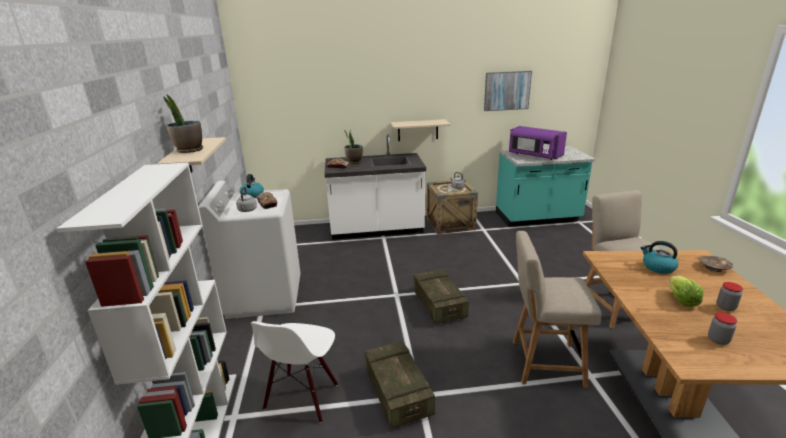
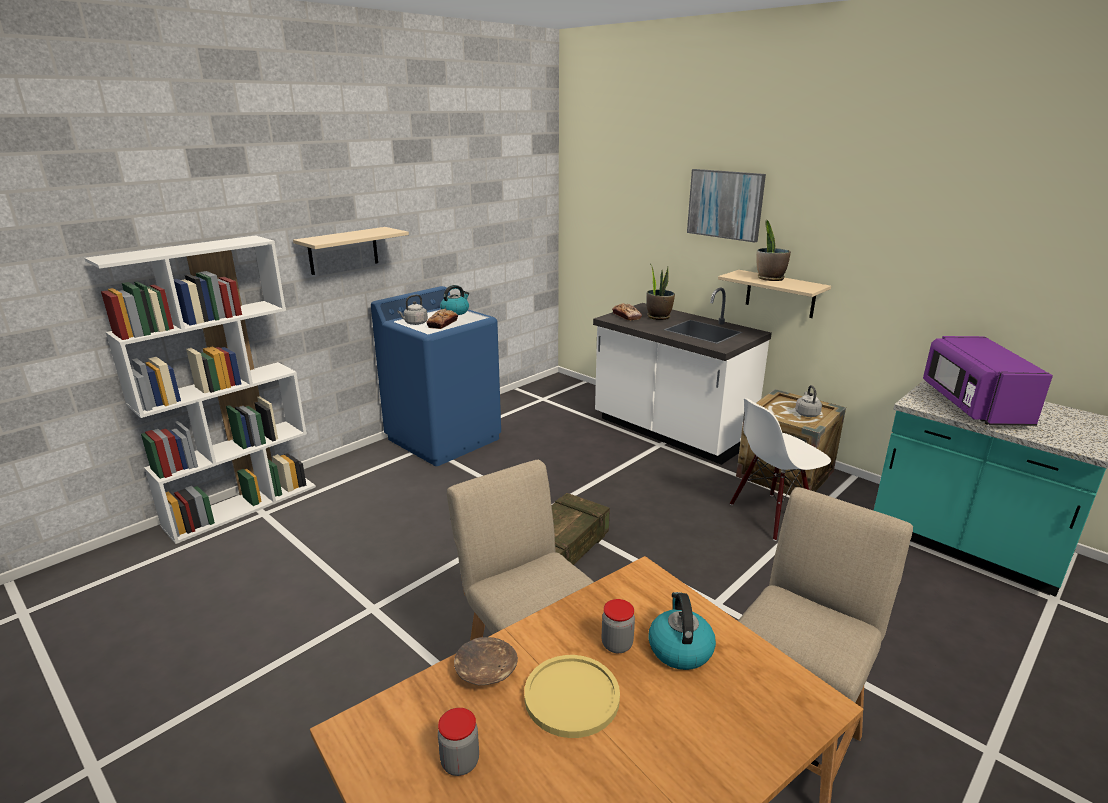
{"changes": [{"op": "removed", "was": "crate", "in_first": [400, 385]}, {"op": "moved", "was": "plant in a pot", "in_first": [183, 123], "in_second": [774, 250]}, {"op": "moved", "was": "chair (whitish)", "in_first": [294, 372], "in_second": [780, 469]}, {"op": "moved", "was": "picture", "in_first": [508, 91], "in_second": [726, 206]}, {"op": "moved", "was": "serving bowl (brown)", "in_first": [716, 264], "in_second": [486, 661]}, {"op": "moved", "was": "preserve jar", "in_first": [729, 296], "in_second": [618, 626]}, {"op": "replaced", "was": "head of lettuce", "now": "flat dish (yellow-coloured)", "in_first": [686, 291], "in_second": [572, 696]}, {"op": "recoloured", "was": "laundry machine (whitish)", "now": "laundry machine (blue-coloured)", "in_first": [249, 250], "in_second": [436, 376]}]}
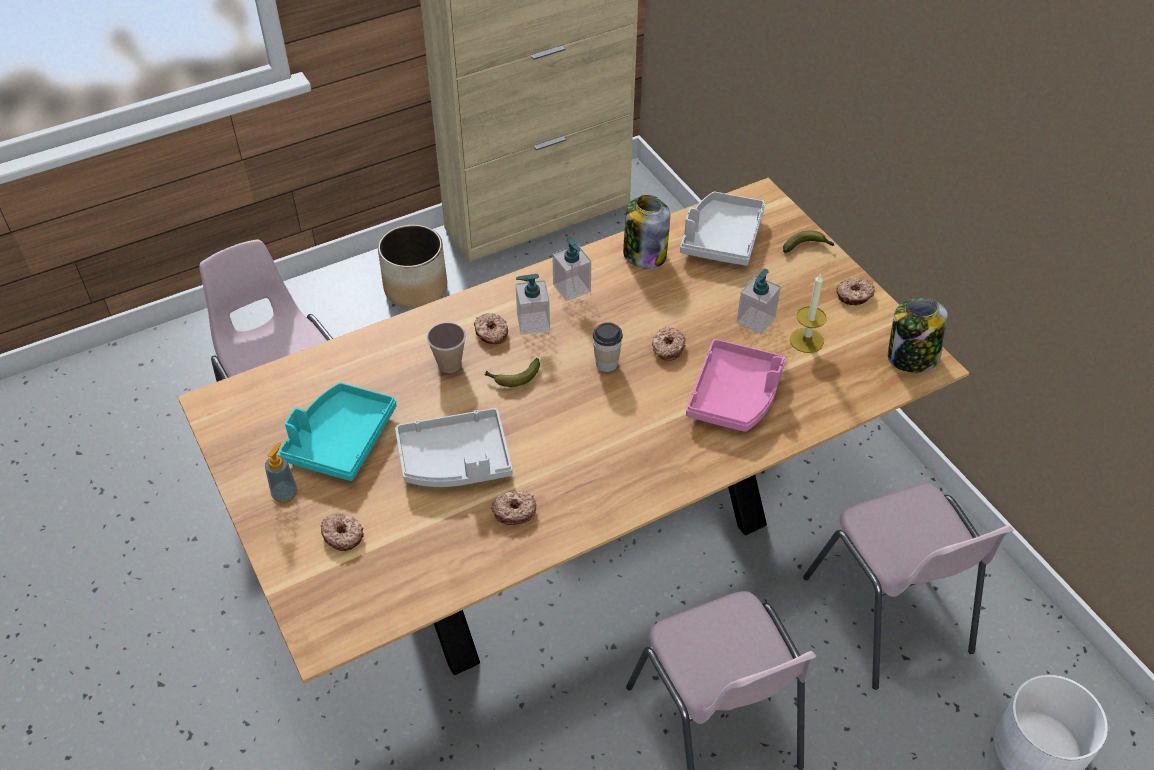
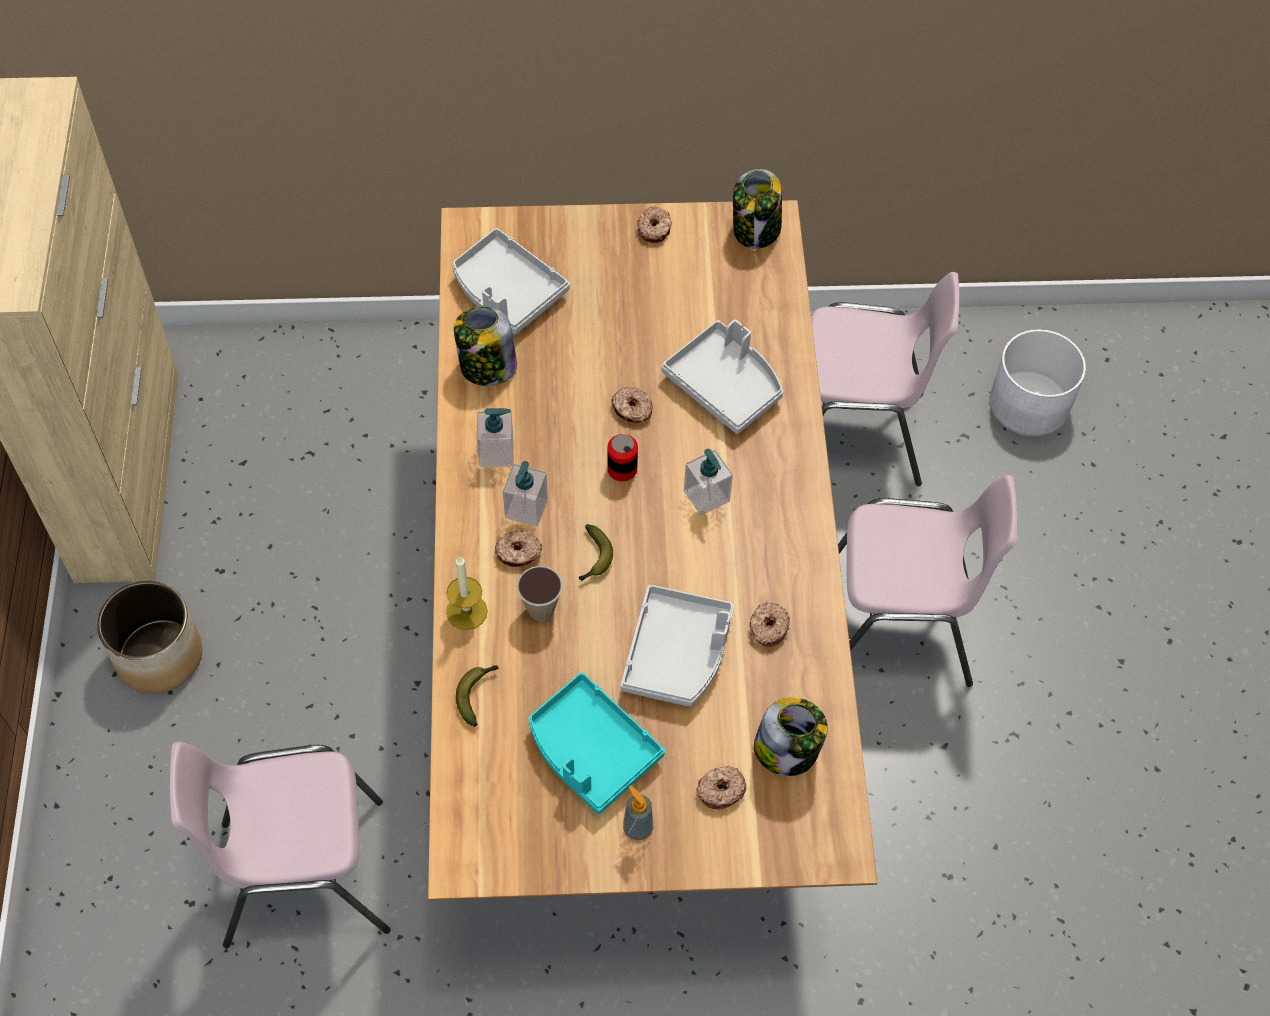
{"changes": [{"op": "added", "now": "preserve jar", "in_second": [791, 736]}, {"op": "moved", "was": "soap bottle", "in_first": [759, 301], "in_second": [708, 482]}, {"op": "moved", "was": "banana fruit", "in_first": [808, 241], "in_second": [477, 696]}, {"op": "moved", "was": "wax light", "in_first": [808, 313], "in_second": [467, 593]}, {"op": "replaced", "was": "drinking cup", "now": "sealed can", "in_first": [608, 347], "in_second": [623, 457]}, {"op": "recoloured", "was": "carrying tray (pink-coloured)", "now": "carrying tray (greyish)", "in_first": [736, 385], "in_second": [722, 377]}]}
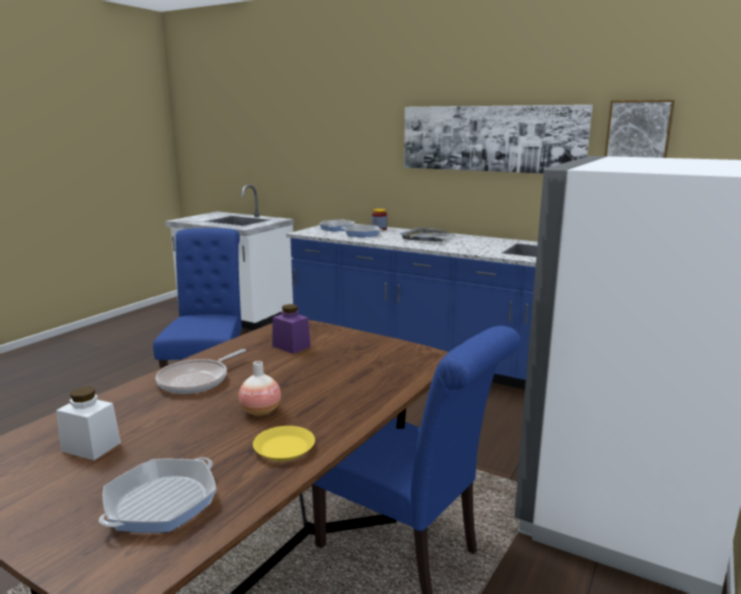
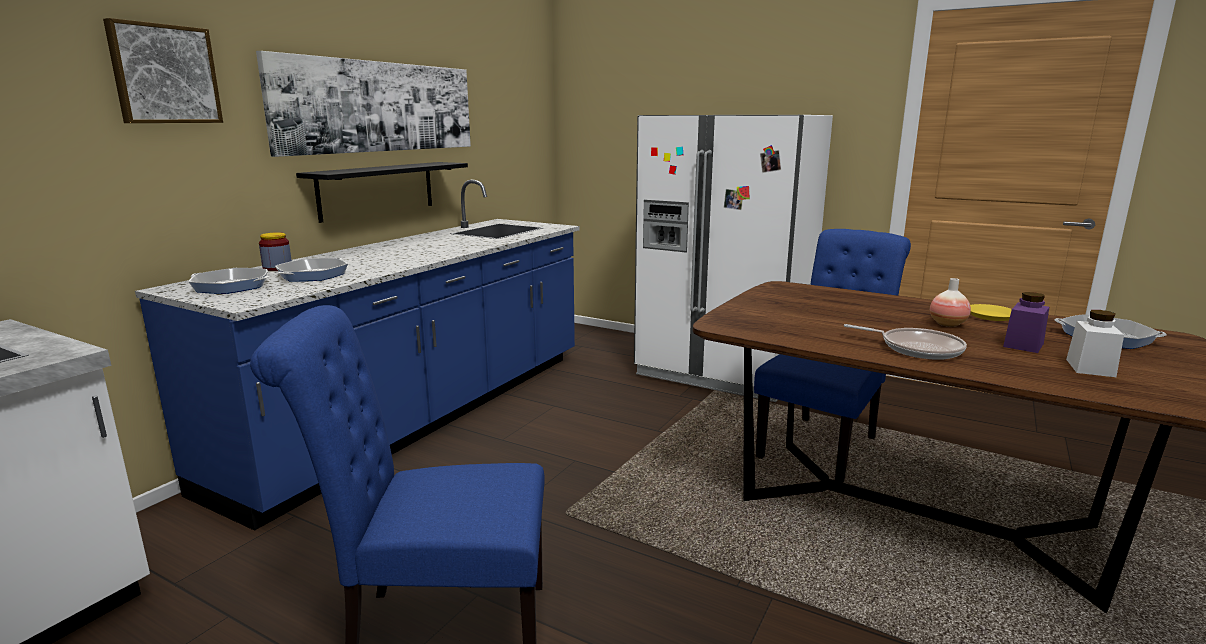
{"changes": [{"op": "removed", "was": "carrying tray (greyish)", "in_first": [428, 234]}, {"op": "added", "now": "wall shelf (black)", "in_second": [382, 192]}, {"op": "moved", "was": "preserve jar (purplish)", "in_first": [292, 329], "in_second": [1026, 322]}, {"op": "moved", "was": "picture", "in_first": [639, 129], "in_second": [163, 70]}]}
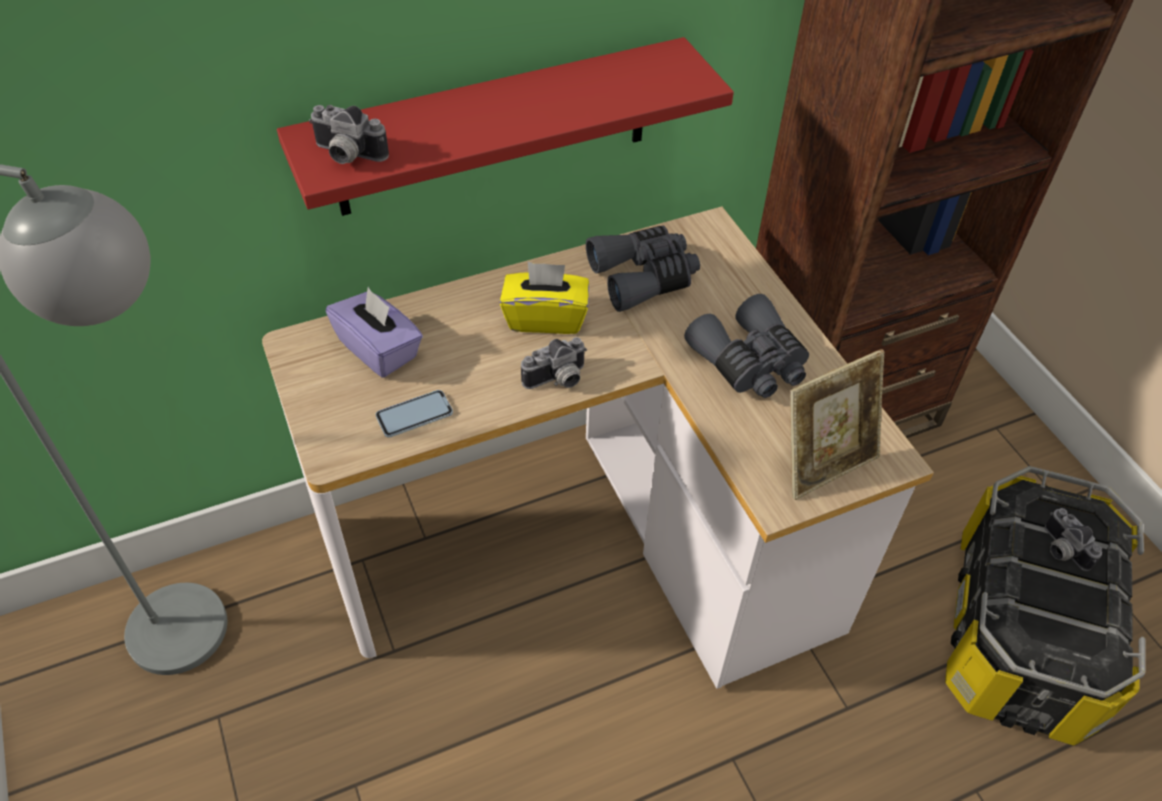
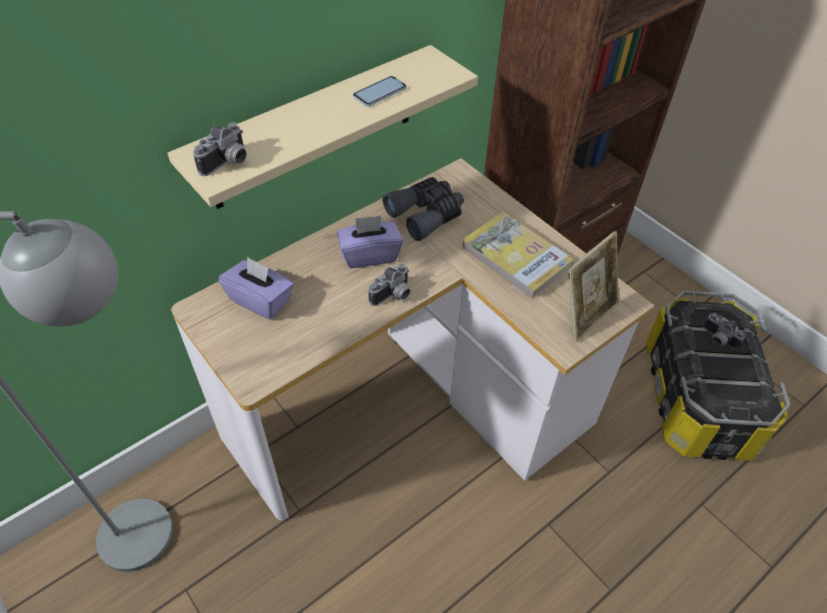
{"changes": [{"op": "moved", "was": "telephone", "in_first": [414, 414], "in_second": [380, 91]}, {"op": "replaced", "was": "field glasses (greyish)", "now": "book", "in_first": [746, 346], "in_second": [517, 256]}, {"op": "recoloured", "was": "wall shelf (red)", "now": "wall shelf (beige-coloured)", "in_first": [505, 126], "in_second": [323, 127]}, {"op": "recoloured", "was": "tissue holder (yellow-coloured)", "now": "tissue holder (purplish)", "in_first": [544, 298], "in_second": [370, 241]}, {"op": "turned", "was": "still camera", "in_first": [349, 134], "in_second": [220, 149], "clockwise": -60}]}
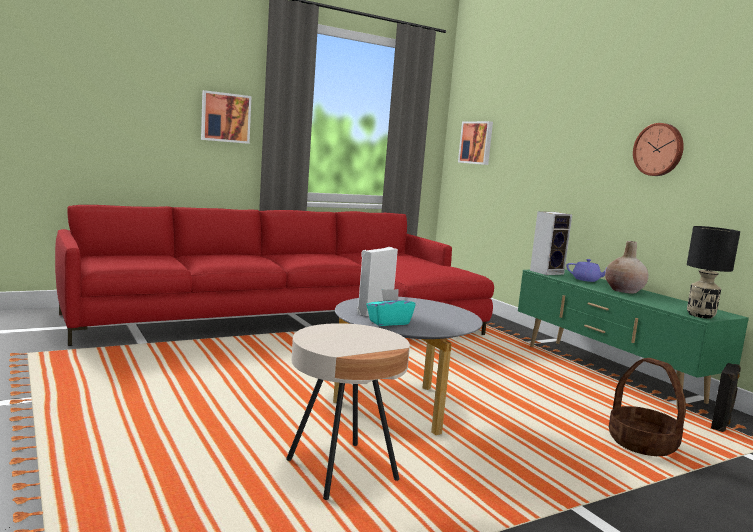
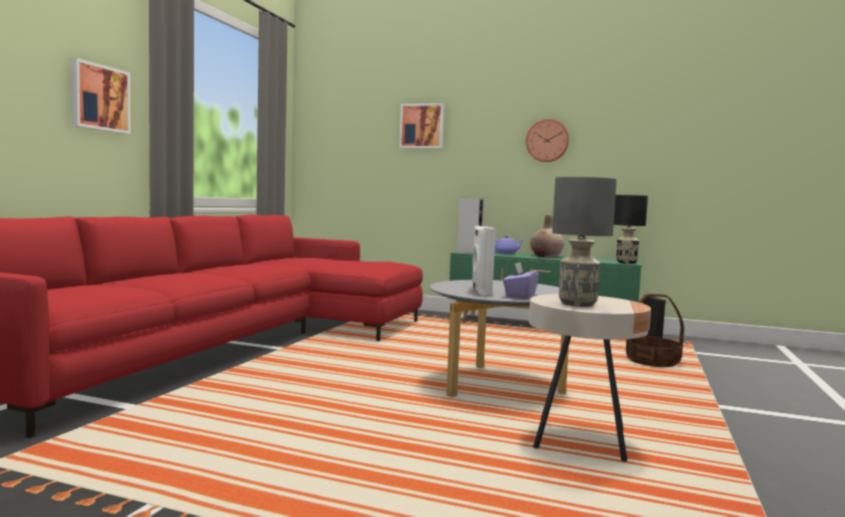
{"changes": [{"op": "added", "now": "lamp for a table (greyish)", "in_second": [584, 242]}, {"op": "moved", "was": "picture", "in_first": [475, 143], "in_second": [421, 126]}, {"op": "recoloured", "was": "tissue holder (blue-green)", "now": "tissue holder (purplish)", "in_first": [390, 307], "in_second": [521, 280]}]}
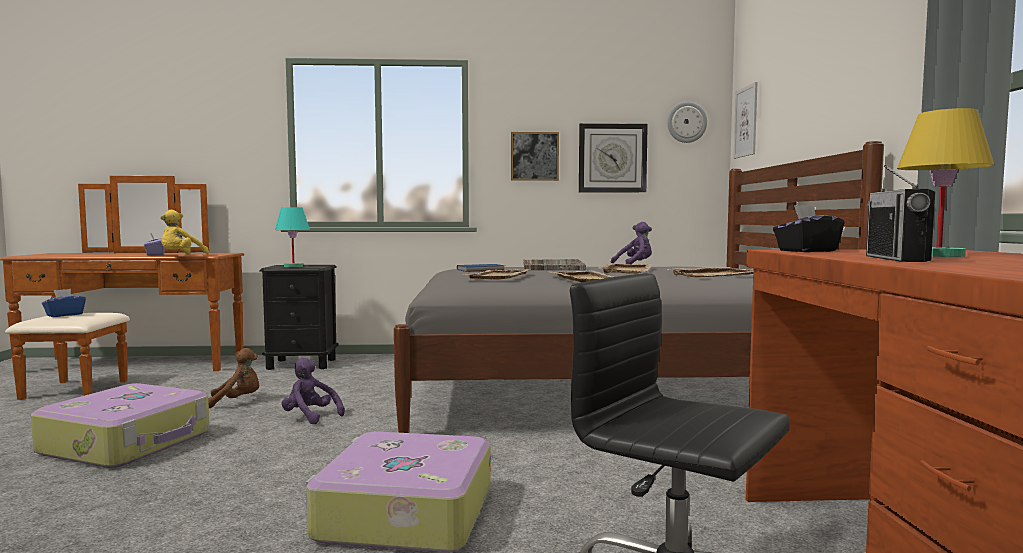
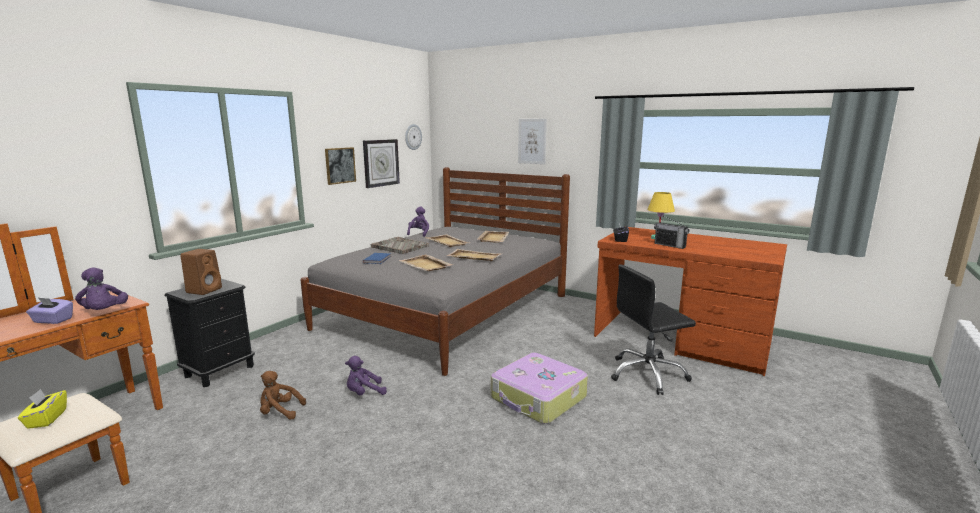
{"changes": [{"op": "removed", "was": "travel case", "in_first": [120, 425]}, {"op": "moved", "was": "picture", "in_first": [745, 120], "in_second": [532, 141]}, {"op": "replaced", "was": "lamp for a table (blue-green)", "now": "speaker (brown)", "in_first": [292, 237], "in_second": [201, 272]}, {"op": "recoloured", "was": "tissue holder (blue-coloured)", "now": "tissue holder (yellow-coloured)", "in_first": [64, 303], "in_second": [42, 409]}, {"op": "recoloured", "was": "soft toy (yellow-coloured)", "now": "soft toy (purplish)", "in_first": [184, 232], "in_second": [101, 289]}, {"op": "turned", "was": "soft toy (brown)", "in_first": [233, 378], "in_second": [283, 395], "clockwise": -105}]}
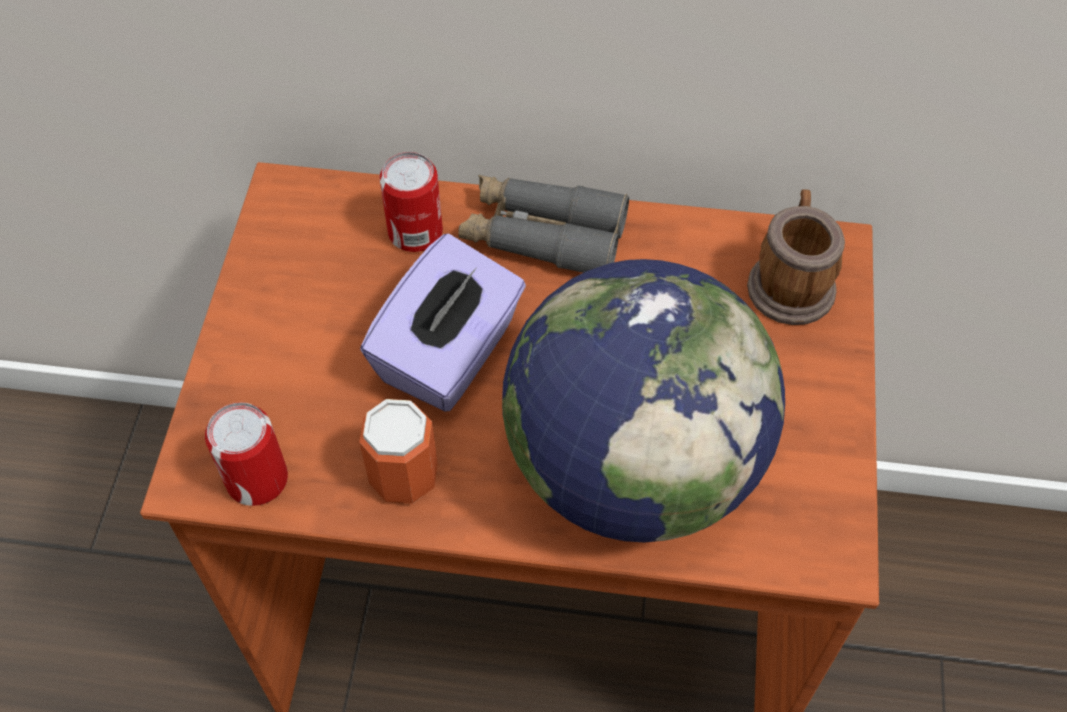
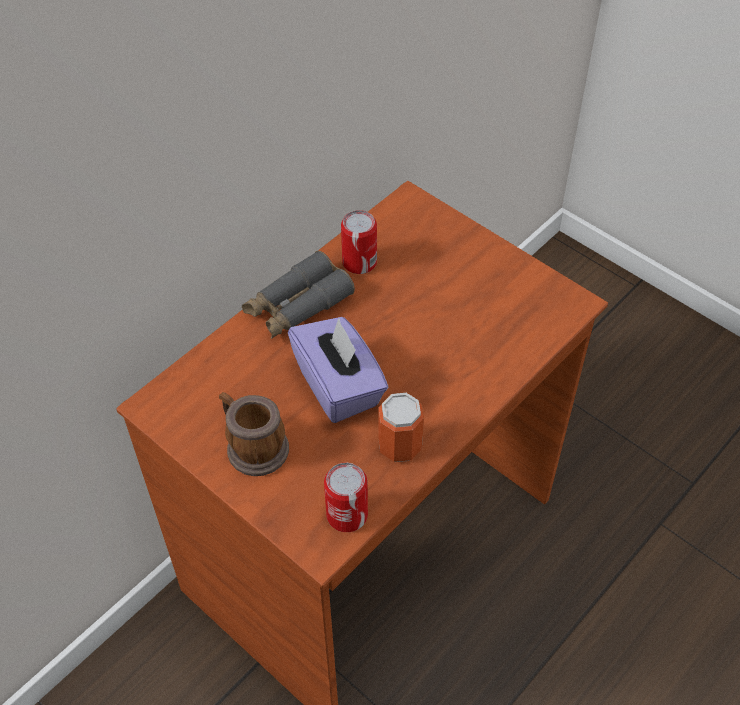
{"changes": [{"op": "removed", "was": "world globe", "in_first": [643, 400]}, {"op": "moved", "was": "sealed can", "in_first": [411, 202], "in_second": [359, 242]}, {"op": "moved", "was": "coffee mug", "in_first": [796, 257], "in_second": [254, 434]}]}
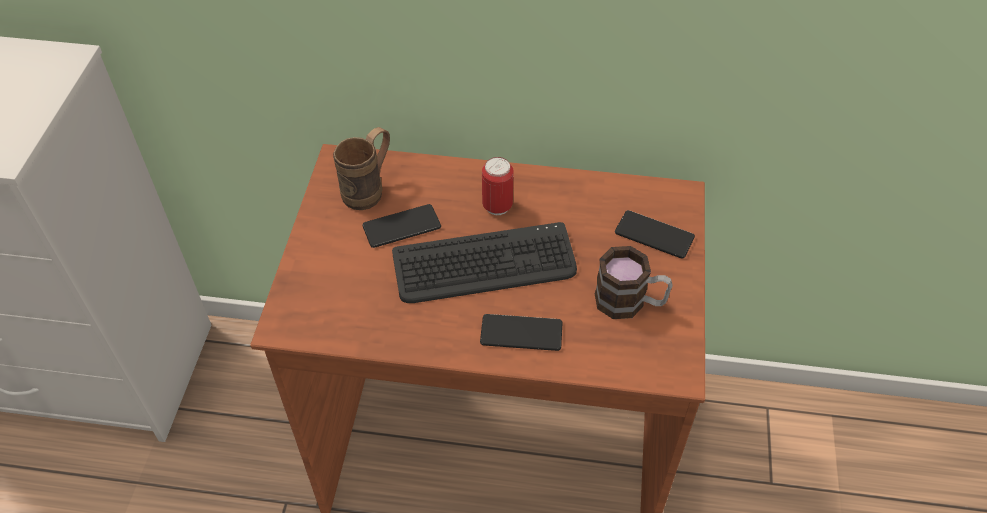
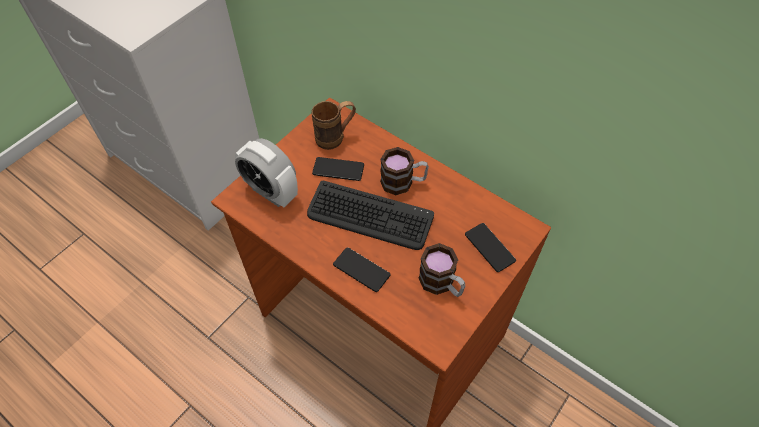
{"changes": [{"op": "added", "now": "bedside clock", "in_second": [266, 173]}, {"op": "replaced", "was": "sealed can", "now": "coffee mug", "in_first": [497, 186], "in_second": [404, 171]}]}
